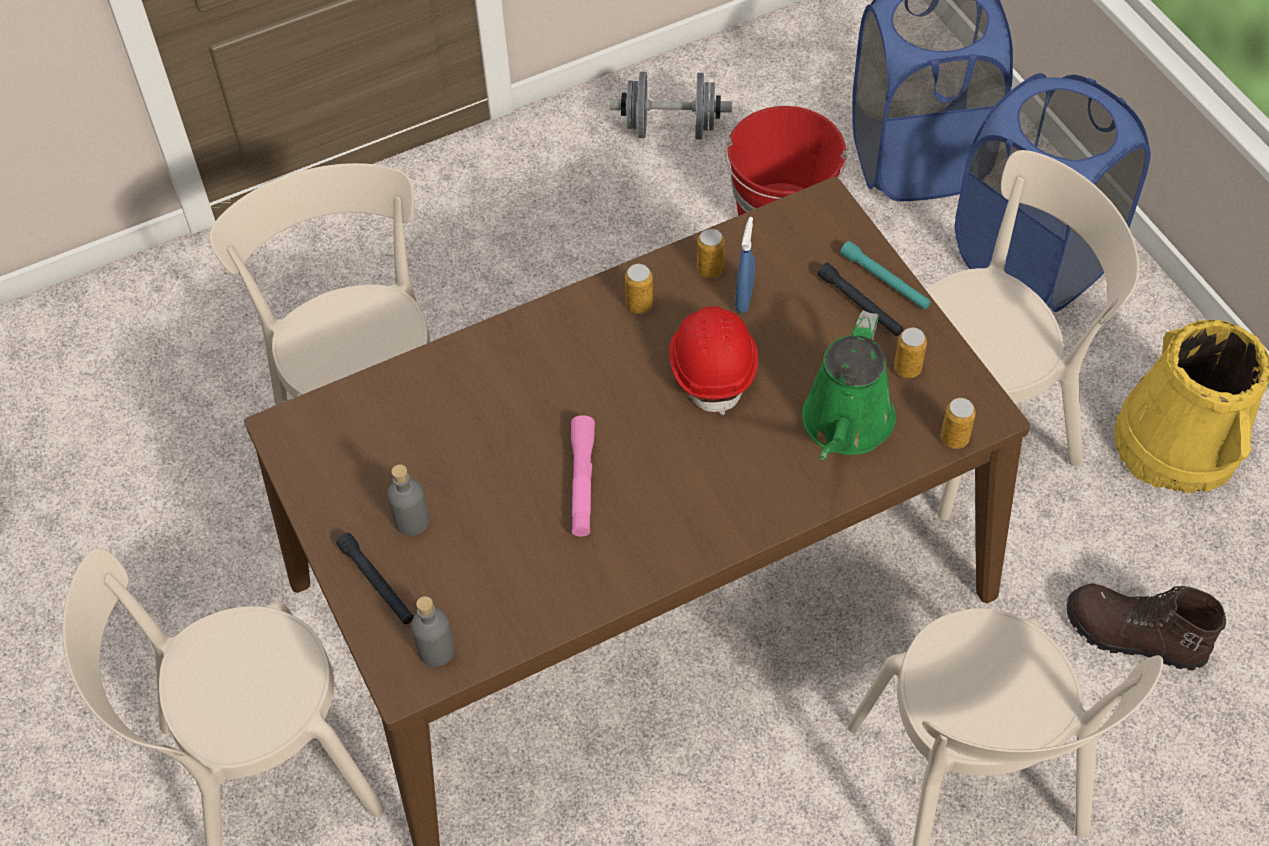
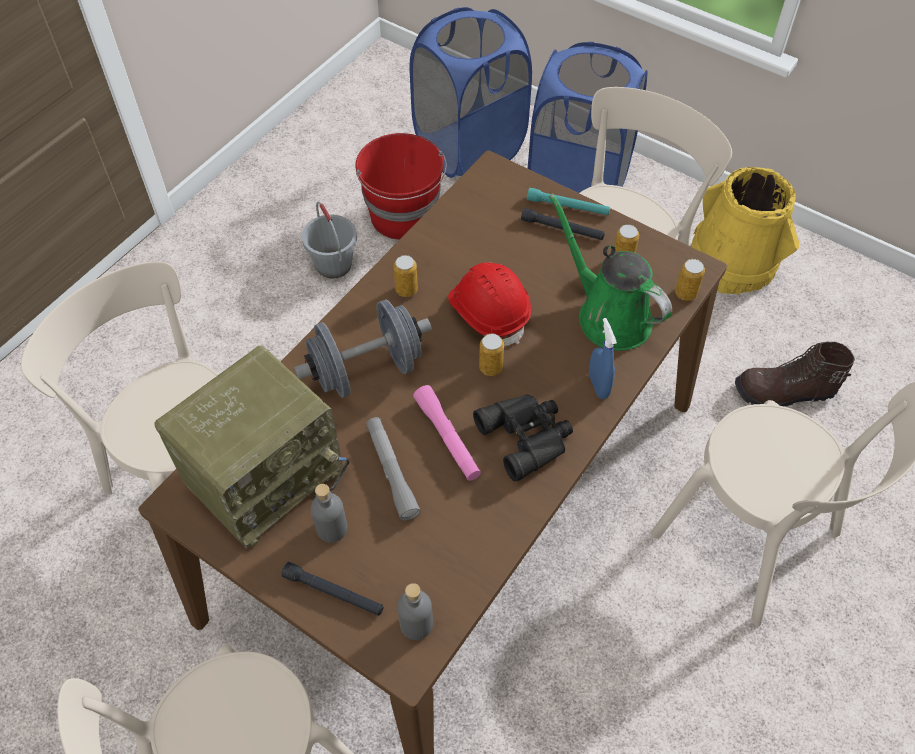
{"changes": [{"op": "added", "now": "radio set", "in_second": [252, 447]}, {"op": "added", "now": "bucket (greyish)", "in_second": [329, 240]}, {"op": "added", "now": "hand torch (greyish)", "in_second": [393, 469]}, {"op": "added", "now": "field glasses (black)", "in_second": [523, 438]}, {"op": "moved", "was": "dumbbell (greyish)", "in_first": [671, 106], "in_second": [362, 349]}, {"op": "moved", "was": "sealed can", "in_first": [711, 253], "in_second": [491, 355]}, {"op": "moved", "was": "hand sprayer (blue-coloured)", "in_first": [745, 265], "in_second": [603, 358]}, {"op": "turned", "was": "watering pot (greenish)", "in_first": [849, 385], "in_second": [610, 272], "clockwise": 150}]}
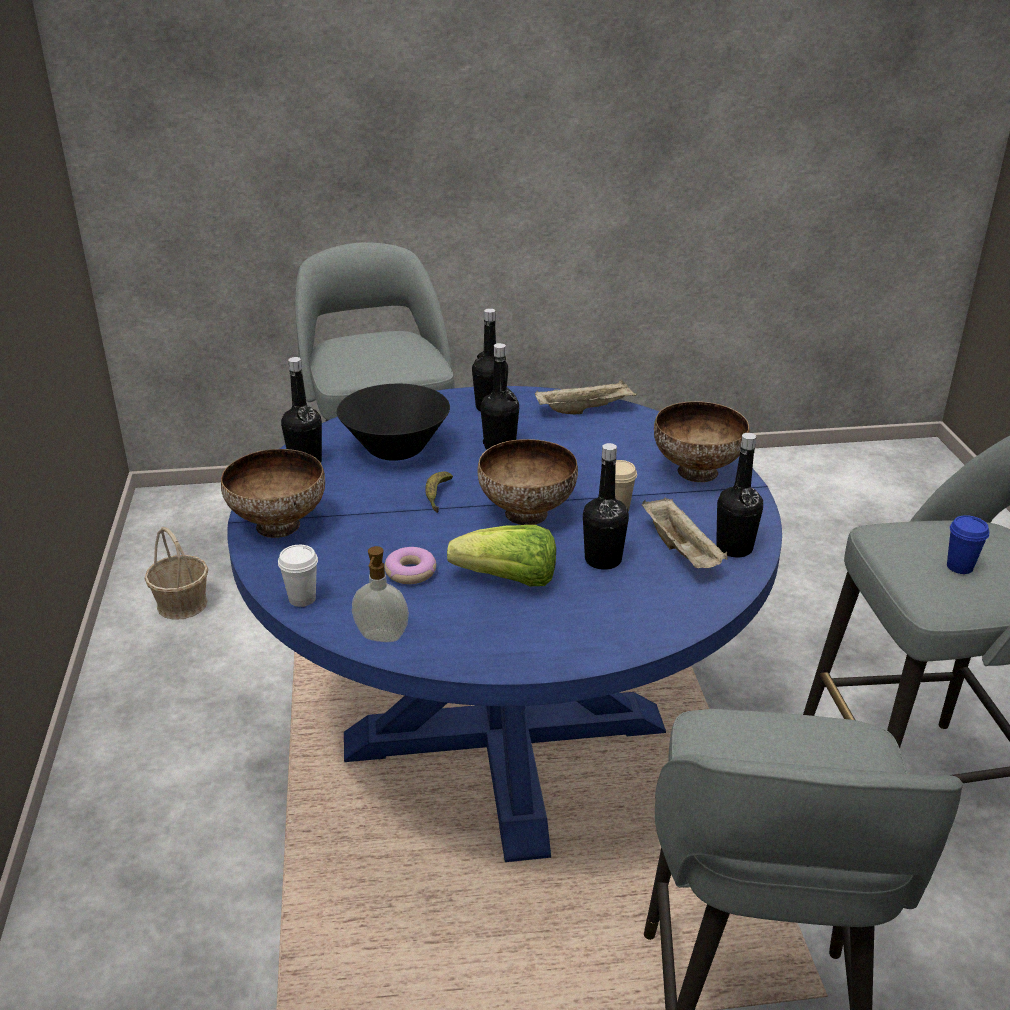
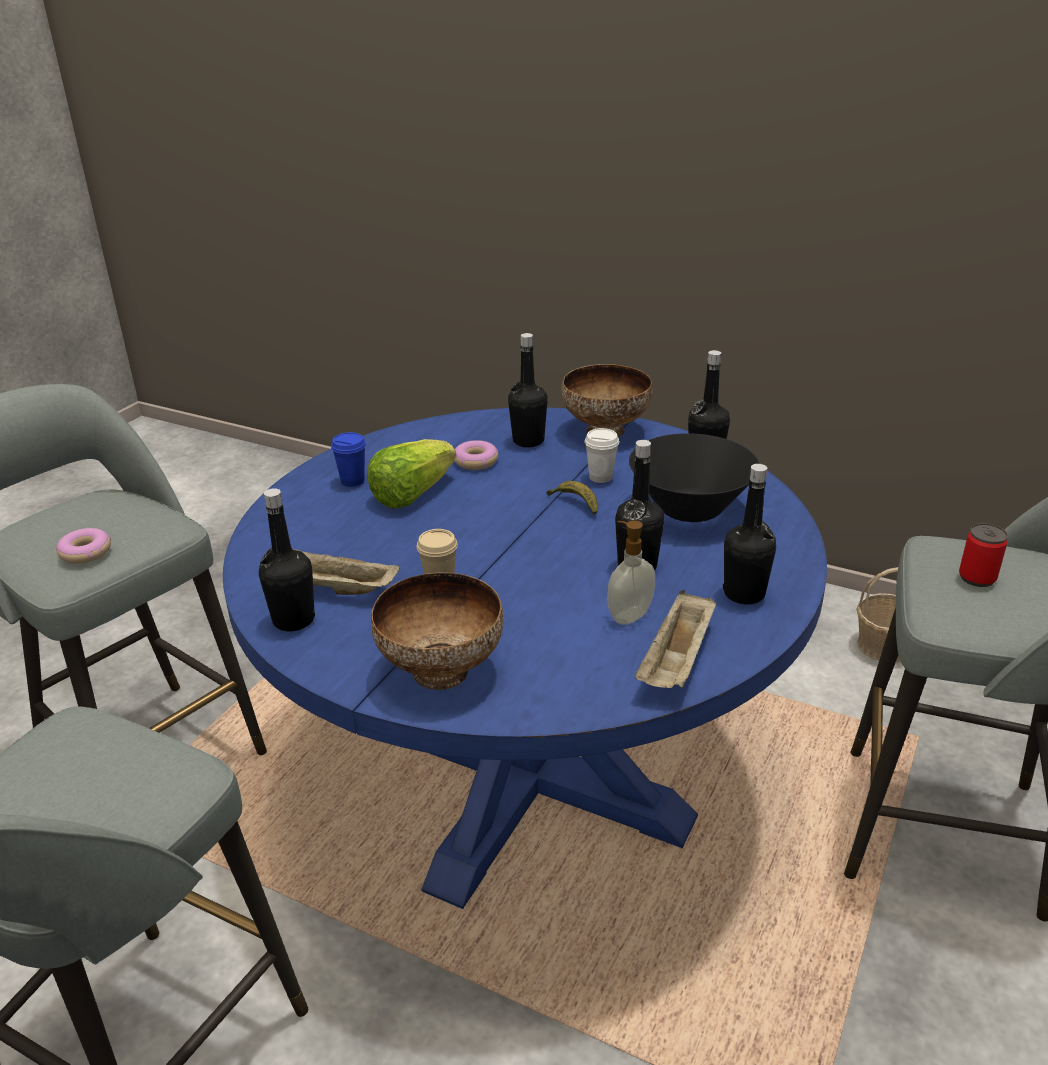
{"changes": [{"op": "removed", "was": "serving bowl", "in_first": [527, 482]}, {"op": "added", "now": "doughnut", "in_second": [83, 546]}, {"op": "added", "now": "sealed can", "in_second": [983, 555]}, {"op": "moved", "was": "drinking cup (whitish)", "in_first": [298, 576], "in_second": [602, 455]}, {"op": "moved", "was": "soap bottle", "in_first": [380, 594], "in_second": [631, 572]}, {"op": "moved", "was": "bottle (black)", "in_first": [606, 506], "in_second": [528, 390]}, {"op": "moved", "was": "drinking cup (blue-coloured)", "in_first": [968, 544], "in_second": [348, 459]}]}
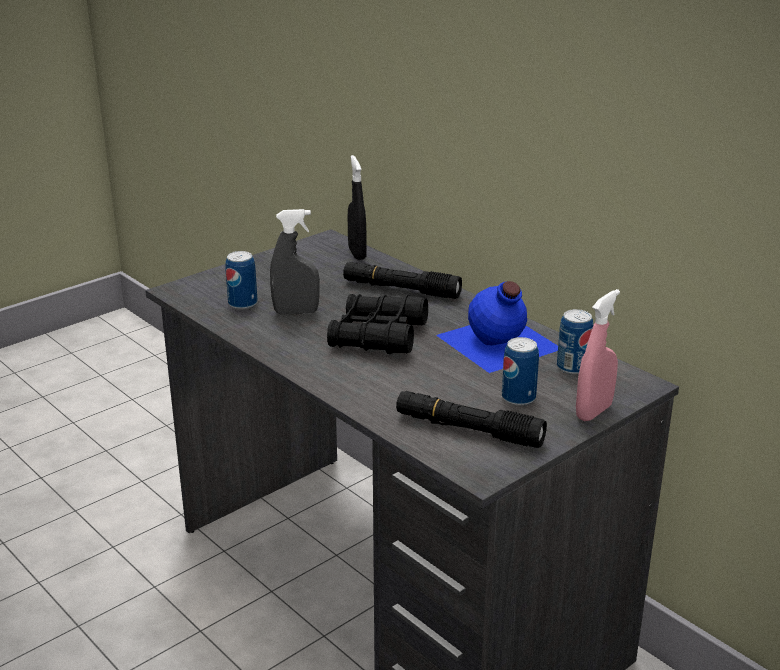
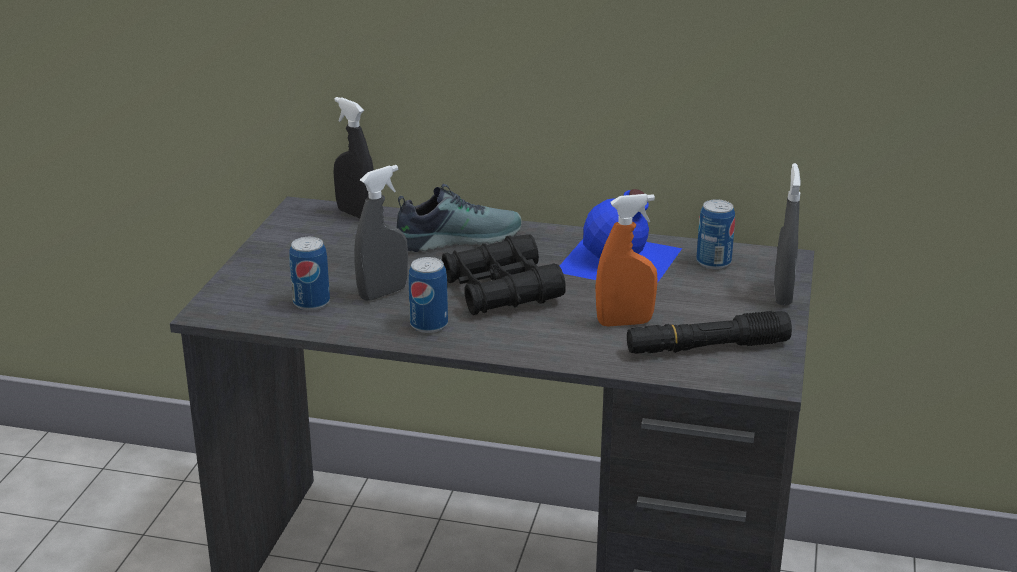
{"changes": [{"op": "added", "now": "hand sprayer (orange)", "in_second": [626, 260]}, {"op": "moved", "was": "sealed can", "in_first": [520, 371], "in_second": [428, 295]}, {"op": "replaced", "was": "hand torch (black)", "now": "item of footwear", "in_first": [402, 280], "in_second": [459, 218]}, {"op": "recoloured", "was": "hand sprayer (pink-coloured)", "now": "hand sprayer (greyish)", "in_first": [598, 355], "in_second": [787, 234]}]}
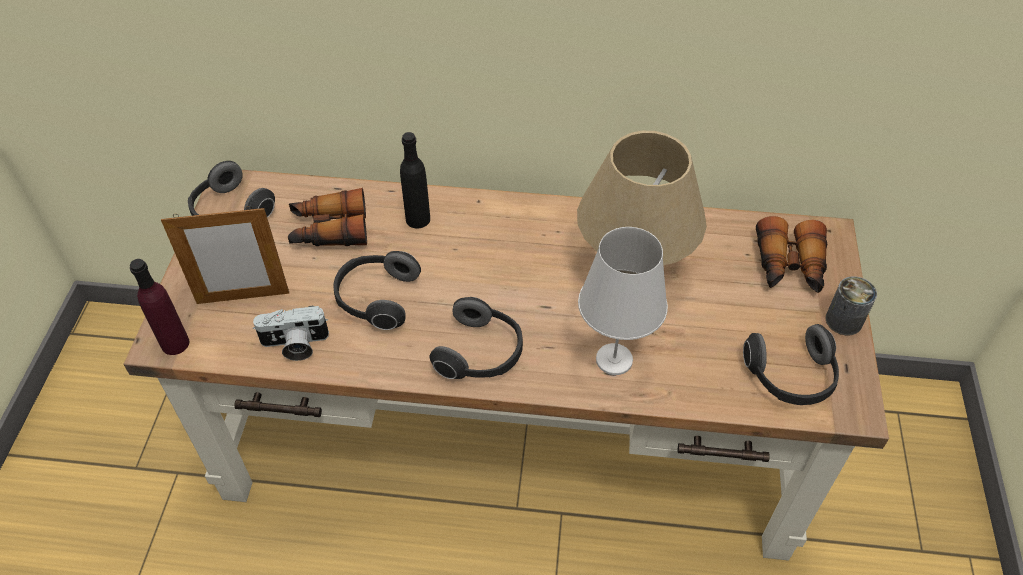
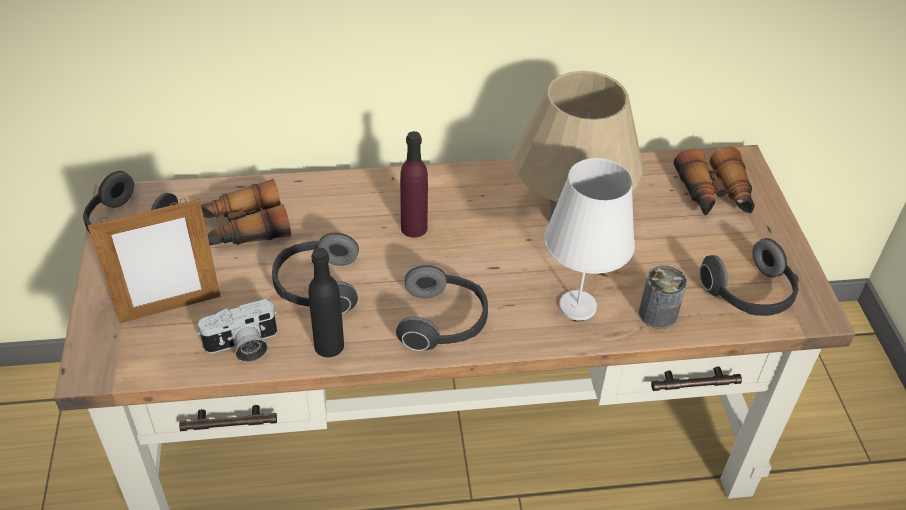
{"changes": [{"op": "moved", "was": "bottle (purplish)", "in_first": [159, 307], "in_second": [414, 184]}, {"op": "moved", "was": "bottle (black)", "in_first": [415, 180], "in_second": [326, 302]}, {"op": "moved", "was": "sealed can", "in_first": [851, 305], "in_second": [663, 297]}]}
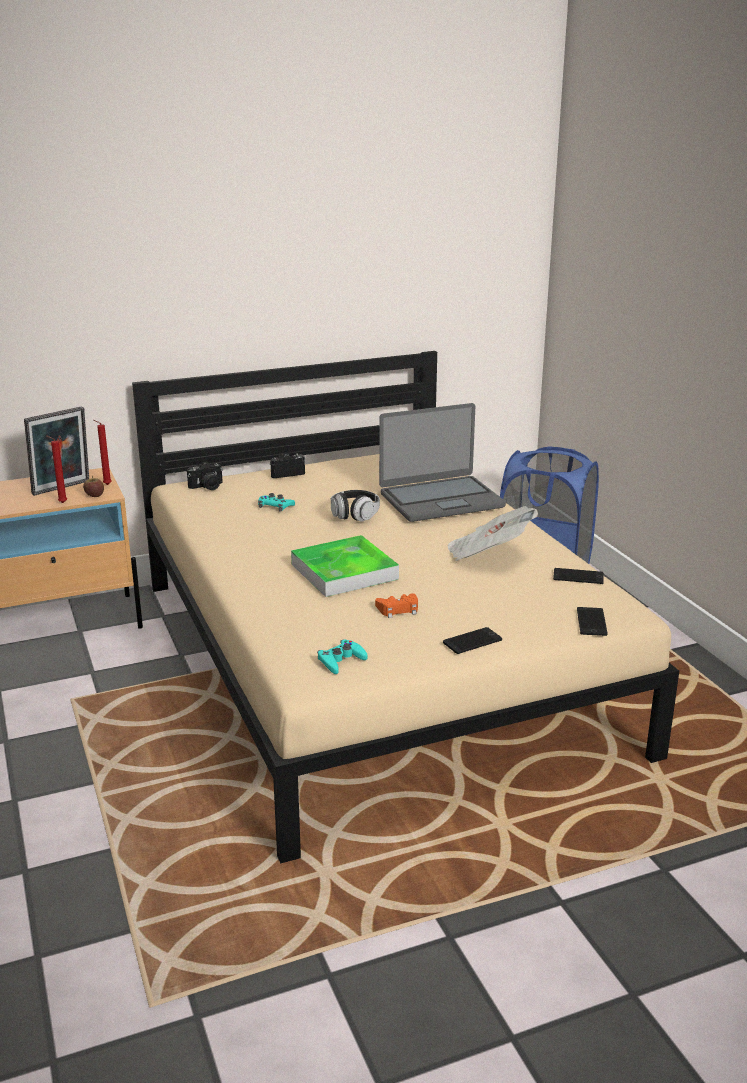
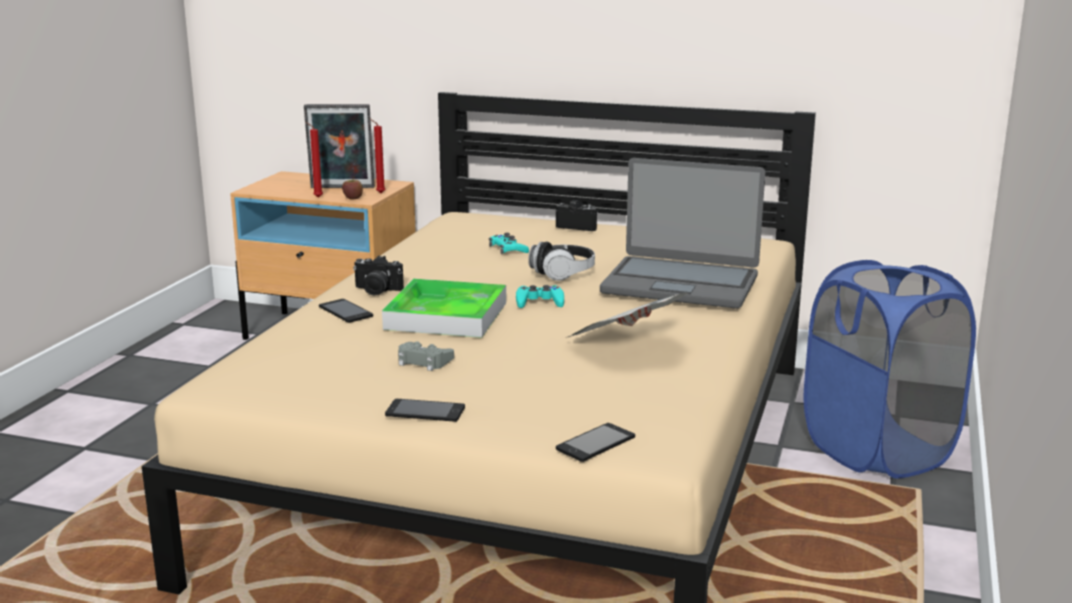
{"changes": [{"op": "moved", "was": "still camera", "in_first": [205, 476], "in_second": [378, 275]}, {"op": "moved", "was": "joypad (blue-green)", "in_first": [342, 656], "in_second": [540, 296]}, {"op": "moved", "was": "telephone", "in_first": [578, 576], "in_second": [346, 311]}, {"op": "recoloured", "was": "joypad (orange)", "now": "joypad (greyish)", "in_first": [396, 606], "in_second": [426, 356]}]}
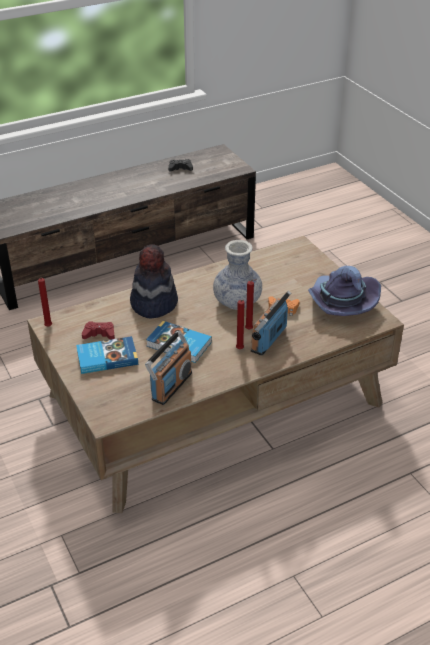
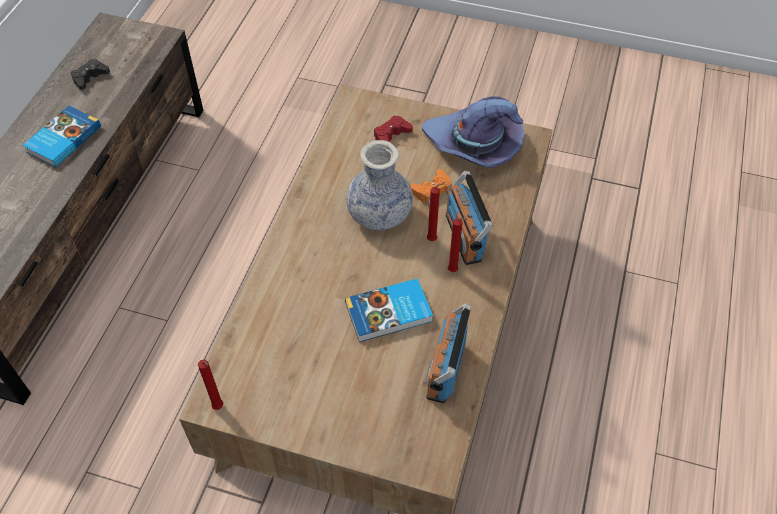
{"changes": [{"op": "removed", "was": "hat", "in_first": [154, 281]}, {"op": "moved", "was": "book", "in_first": [107, 355], "in_second": [62, 137]}, {"op": "moved", "was": "joypad (red)", "in_first": [98, 330], "in_second": [393, 128]}, {"op": "turned", "was": "radio set", "in_first": [168, 368], "in_second": [448, 353], "clockwise": -150}]}
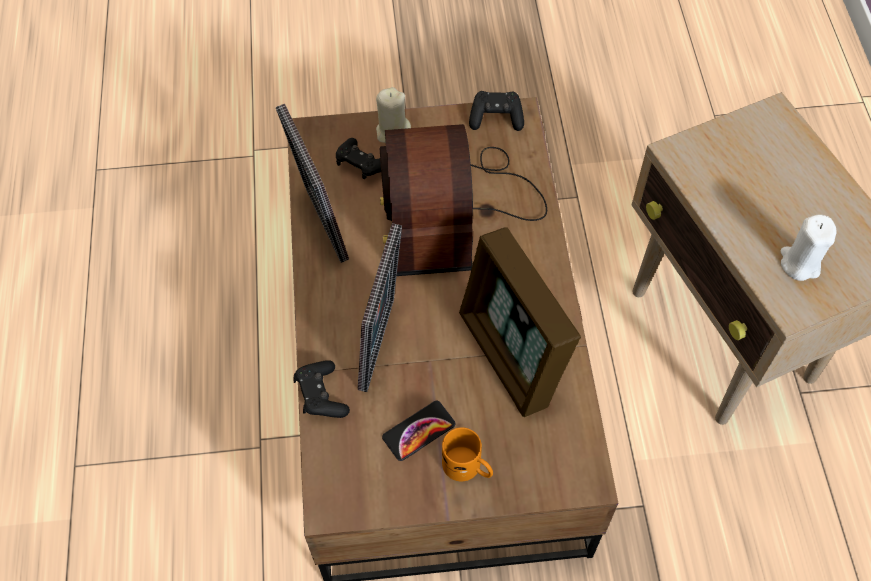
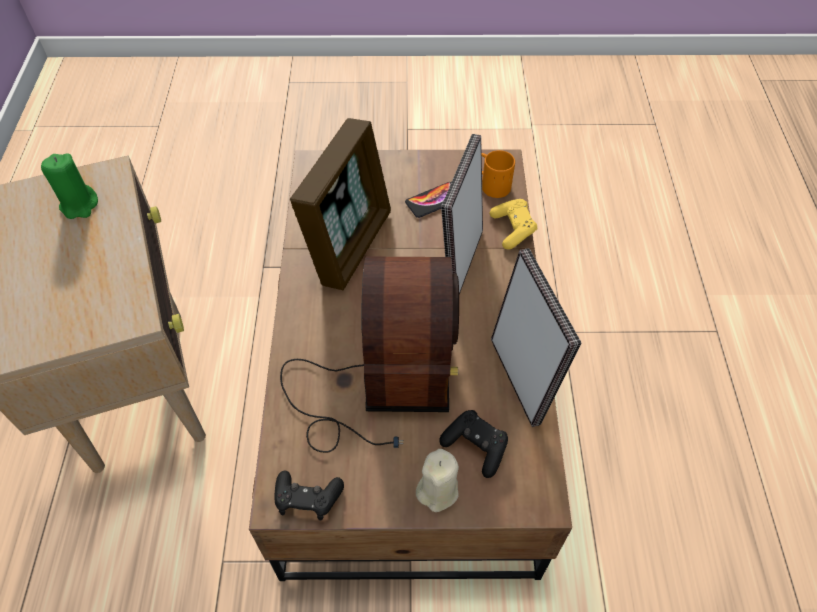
{"changes": [{"op": "moved", "was": "coffee mug (orange)", "in_first": [467, 454], "in_second": [498, 174]}, {"op": "recoloured", "was": "joypad (black)", "now": "joypad (yellow-coloured)", "in_first": [322, 389], "in_second": [513, 224]}, {"op": "recoloured", "was": "wax light (whitish)", "now": "wax light (greenish)", "in_first": [809, 247], "in_second": [69, 186]}, {"op": "turned", "was": "picture frame", "in_first": [520, 322], "in_second": [340, 204], "clockwise": 45}]}
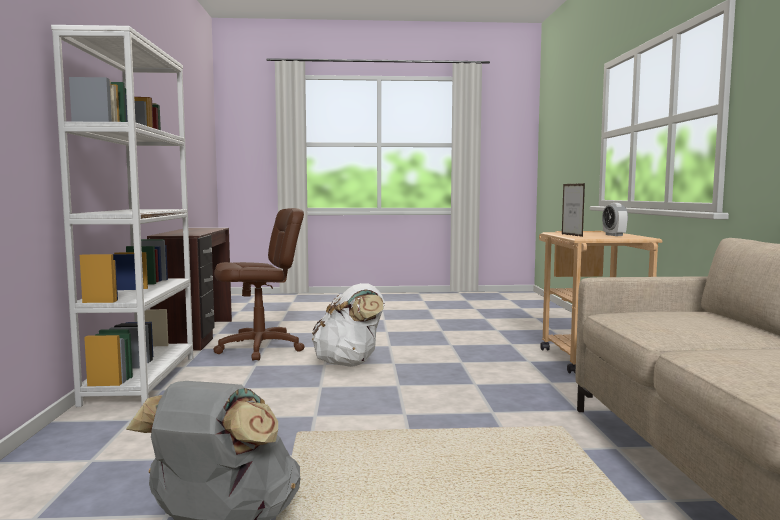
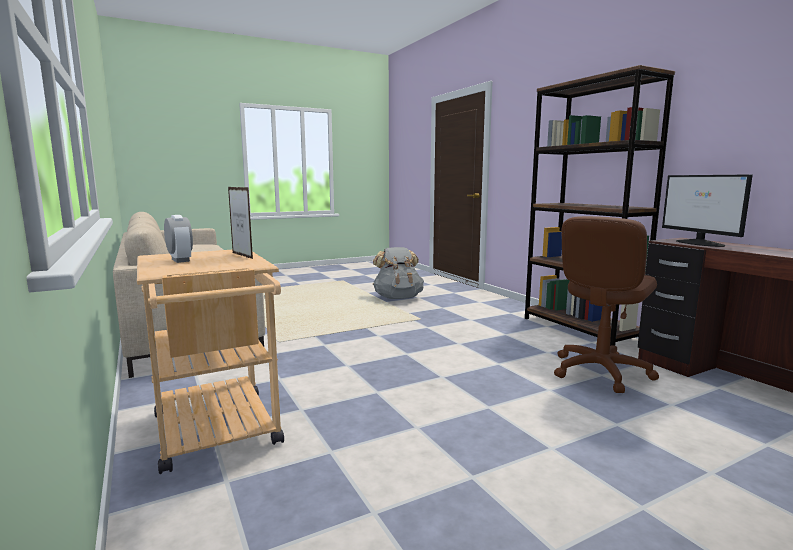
{"changes": [{"op": "removed", "was": "knapsack (whitish)", "in_first": [348, 325]}, {"op": "added", "now": "monitor", "in_second": [707, 210]}, {"op": "recoloured", "was": "bookshelf (whitish)", "now": "bookshelf (brown)", "in_first": [122, 216], "in_second": [600, 205]}]}
